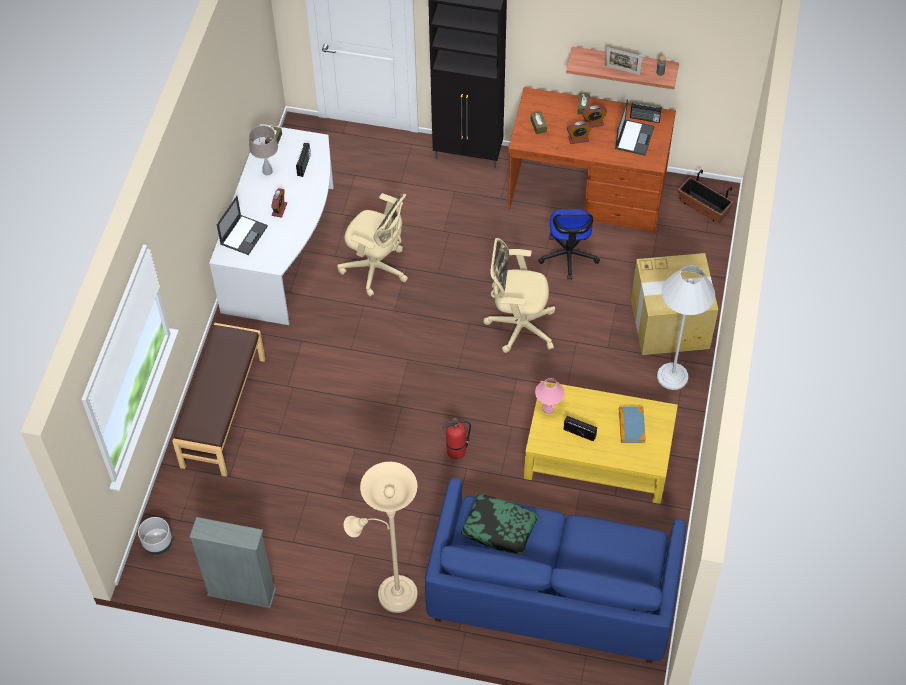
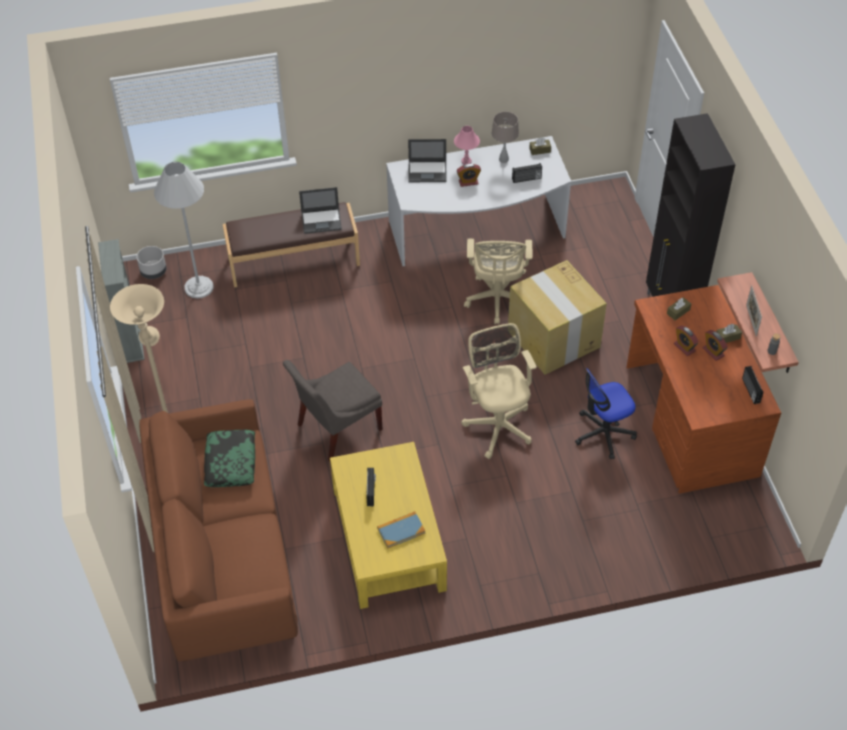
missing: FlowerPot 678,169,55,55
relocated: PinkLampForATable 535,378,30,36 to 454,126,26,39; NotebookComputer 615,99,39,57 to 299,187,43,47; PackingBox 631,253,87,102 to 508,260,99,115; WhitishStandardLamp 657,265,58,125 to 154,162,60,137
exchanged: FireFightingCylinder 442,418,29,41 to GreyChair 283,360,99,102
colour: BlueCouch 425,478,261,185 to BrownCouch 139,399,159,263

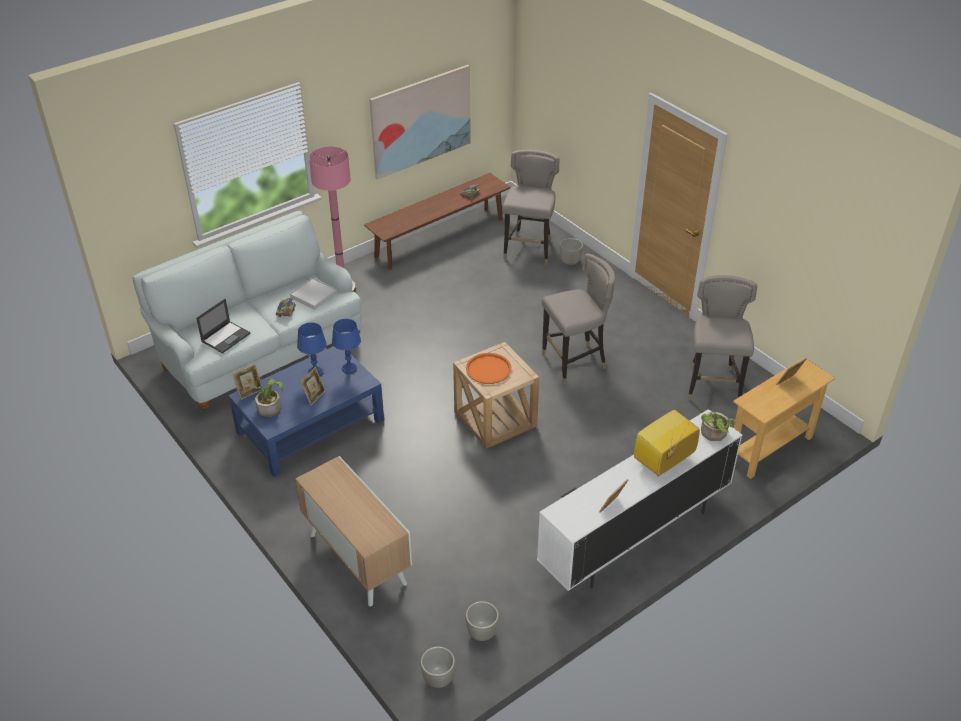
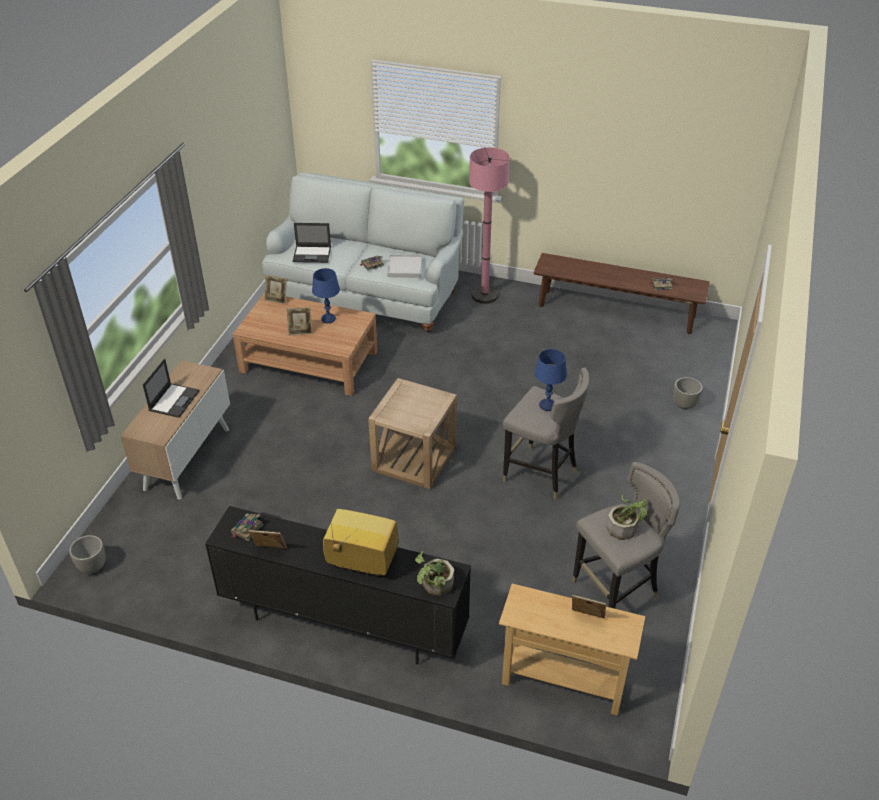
missing: Picture 370,65,101,115; GreyFlowerPot 465,601,34,40; OrangeTray 466,353,45,31; GreyStool 503,150,56,115
appeared: NotebookComputer 143,359,56,59; Book 231,514,33,27
relocated: Houseplant 253,378,30,39 to 607,495,40,45; BlueLampForATable 332,319,29,55 to 534,349,33,62
colour: BlueLowTable 228,346,156,131 to BrownLowTable 233,292,144,104; WhitishTvUnit 537,409,205,182 to BlackTvUnit 205,506,266,159

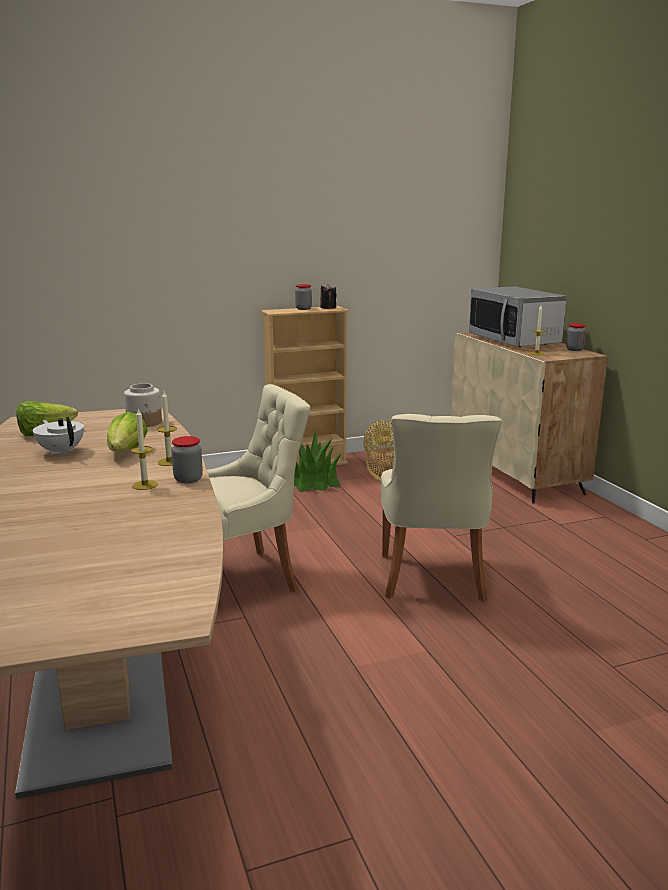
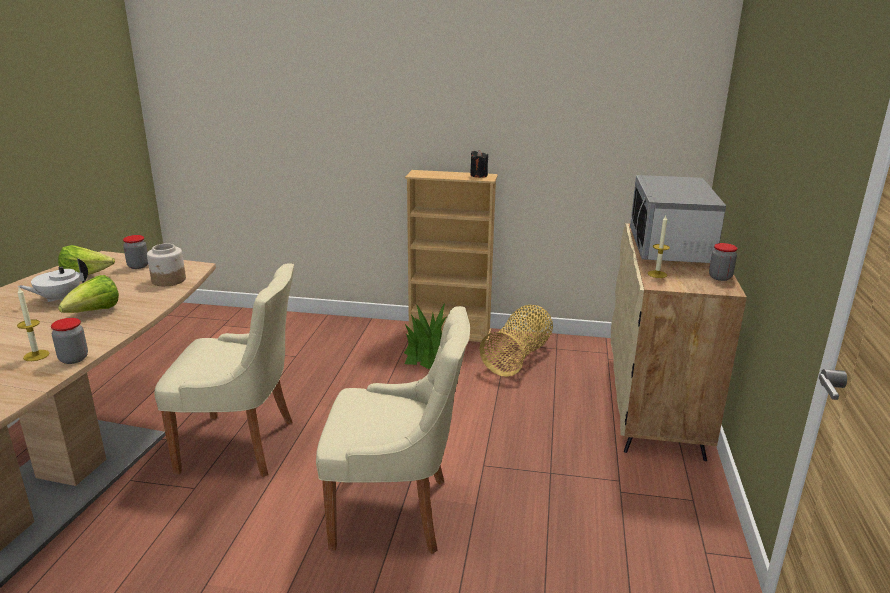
missing: WaxLight 157,392,20,74
relocated: PreserveJar 295,284,17,26 to 123,235,25,34
spun: WhitishPotForTea 33,417,51,38 = 17,258,71,44 120 degrees counterclockwise; SandColouredChair 381,414,121,188 = 316,306,154,248 120 degrees counterclockwise

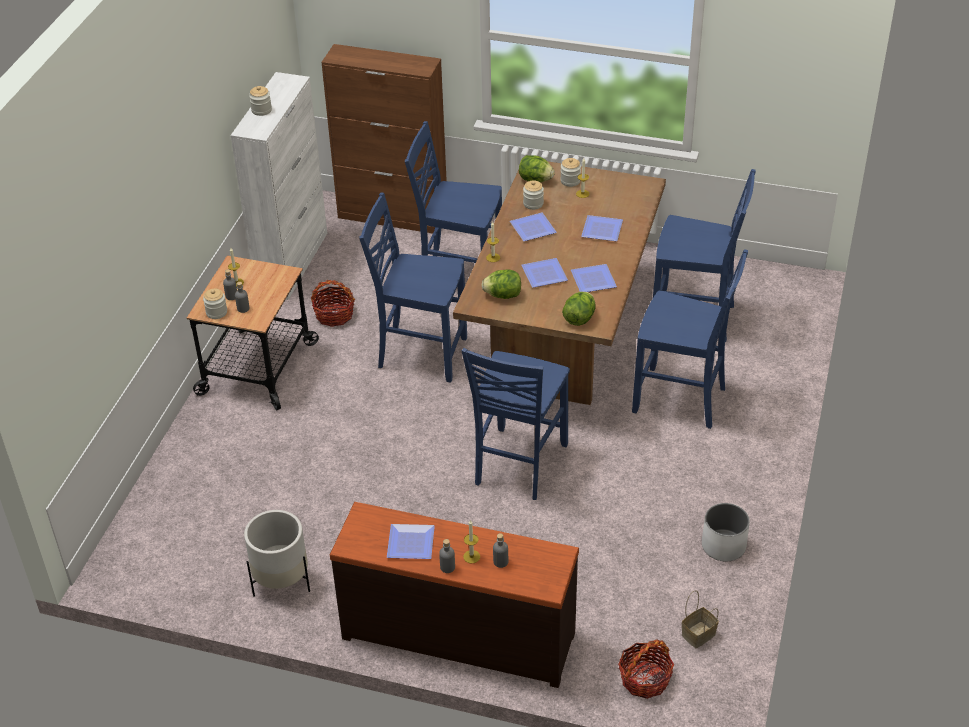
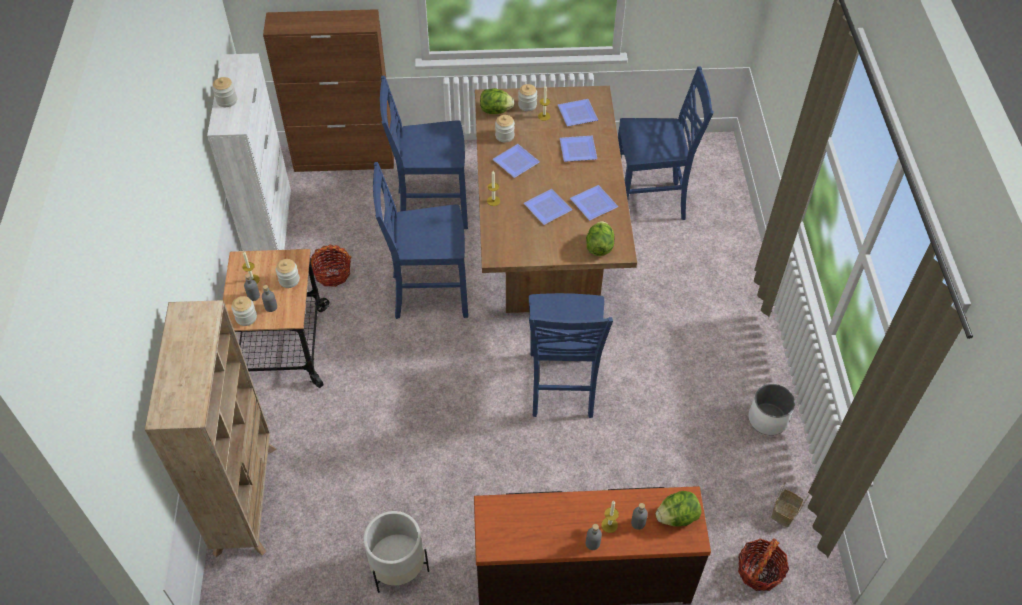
missing: BlueChair 632,249,116,180
appeared: SandColouredBookcase 145,300,131,257; PreserveJar 276,259,24,29
relocated: FlatDish 387,524,48,35 to 558,99,40,27; LettuceHead 481,270,40,29 to 656,491,46,36

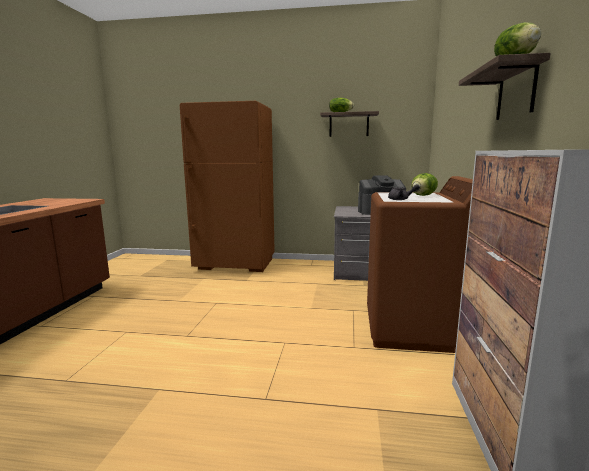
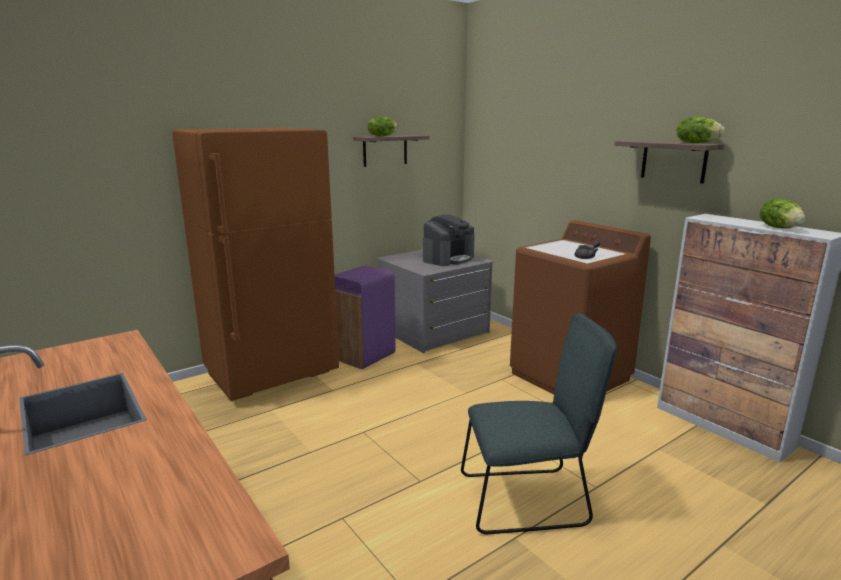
appeared: PurplishWasteBin 335,266,61,103; GreyChair 461,313,156,221
relocated: LettuceHead 411,173,27,23 to 760,199,45,30

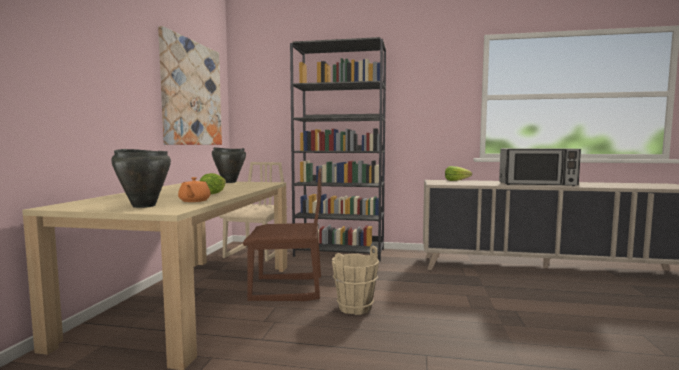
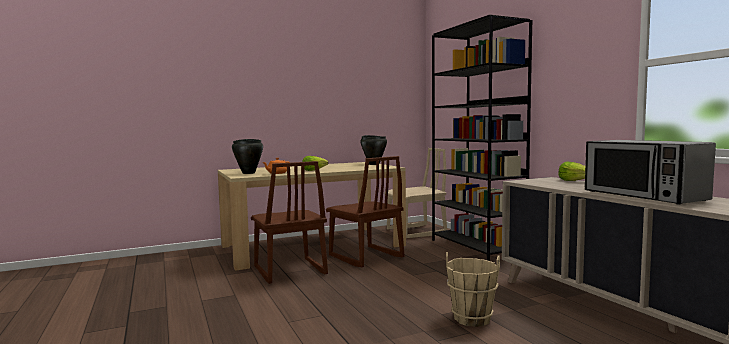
missing: Picture 158,26,64,119
appeared: BrownChair 251,161,77,123
relocated: SandColouredWaterBucket 332,246,47,69 to 446,252,54,75

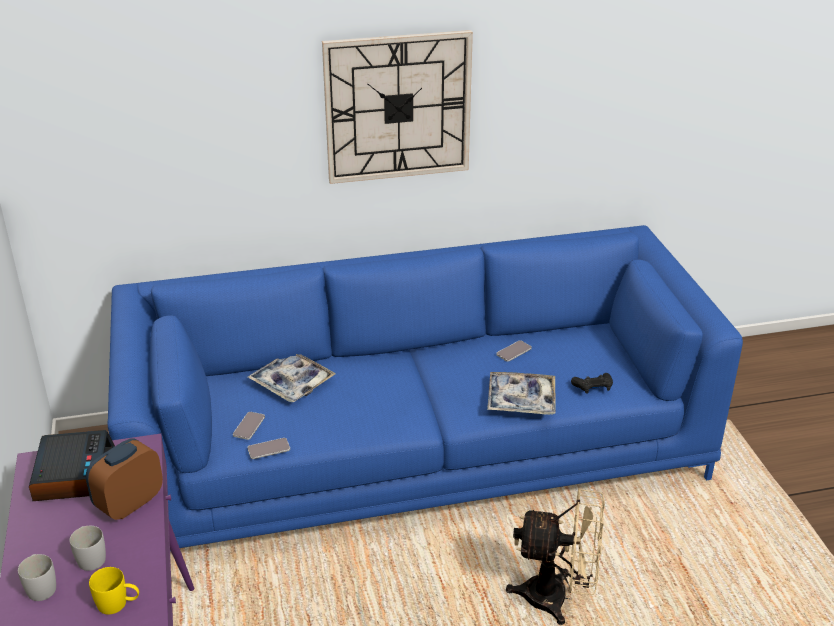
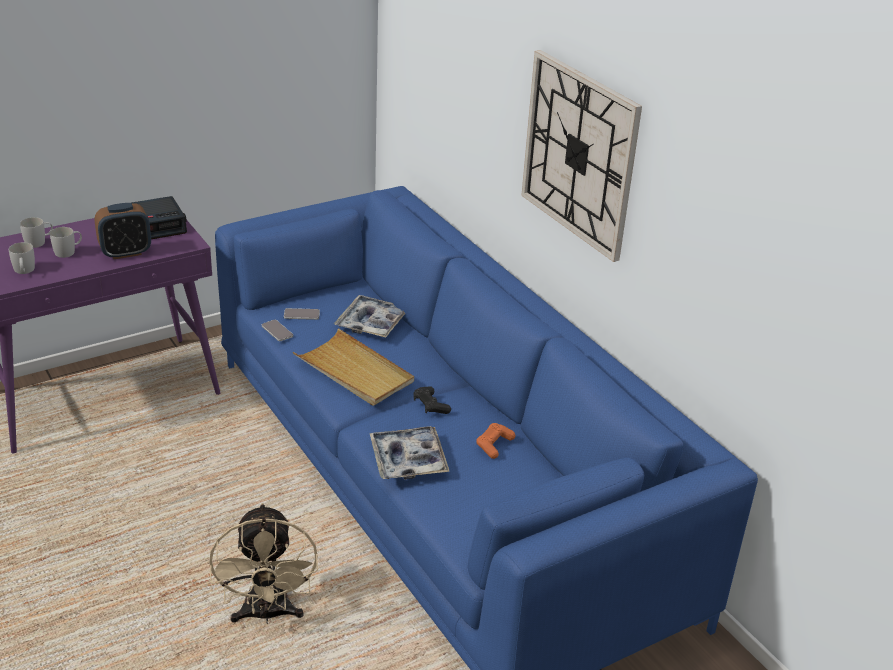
appeared: SandColouredTray 293,328,121,78
relocated: BlackGameController 571,373,42,21 to 413,386,38,28
exchanged: Telephone 496,340,36,22 to OrangeGameController 476,423,39,36
colour: YellowCoffeeMug 89,567,50,47 to WhitishCoffeeMug 9,242,26,32
spun: BedsideClock 86,439,77,81 = 95,203,56,56 135 degrees clockwise

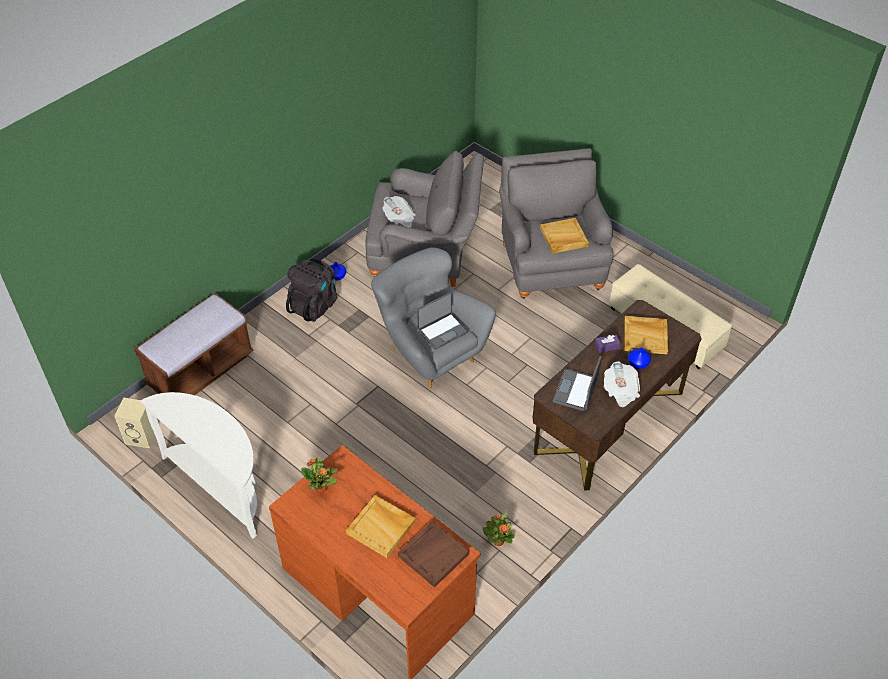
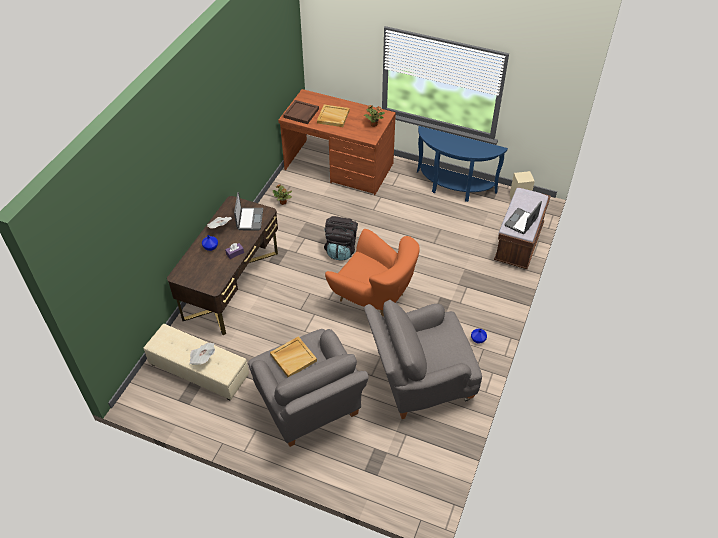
missing: SandColouredTray 624,316,44,38
relocated: BlackRucksack 286,259,51,63 to 324,216,34,45; Newspaper 382,196,34,32 to 189,343,26,22; NotebookComputer 417,292,52,58 to 504,201,38,33
colour: WhitishHallTable 141,392,117,147 to BlueHallTable 417,126,91,76; GreyLoungeChair 371,247,125,141 to OrangeLoungeChair 325,229,95,88

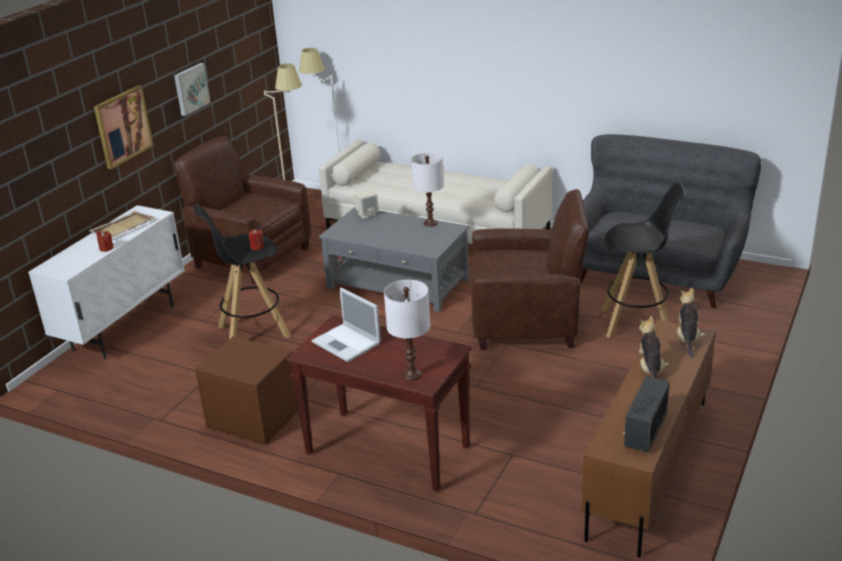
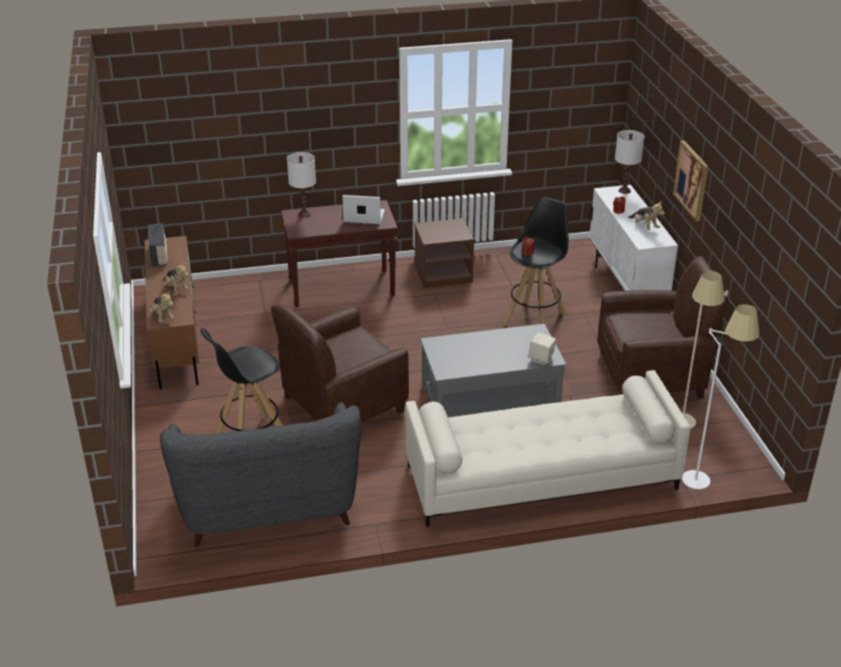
missing: Picture 174,63,36,53
relocated: WhitishLampForATable 411,152,33,75 to 615,130,29,64
exchanged: SandColouredTray 89,211,67,27 to PlushToy 628,202,37,28

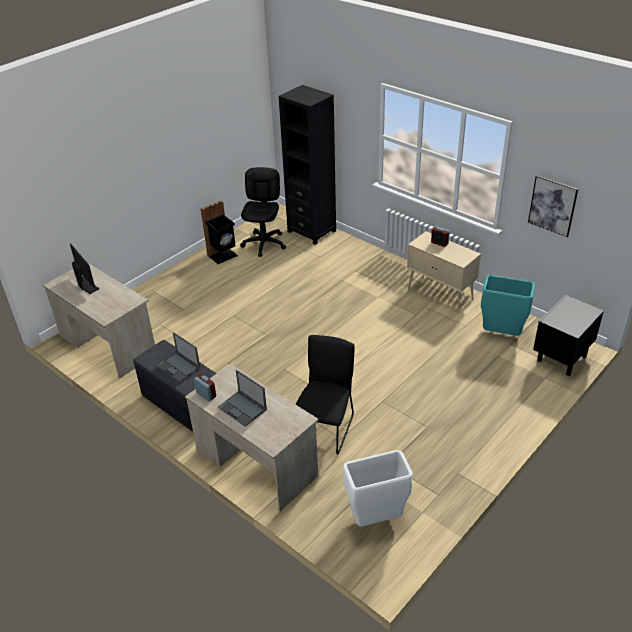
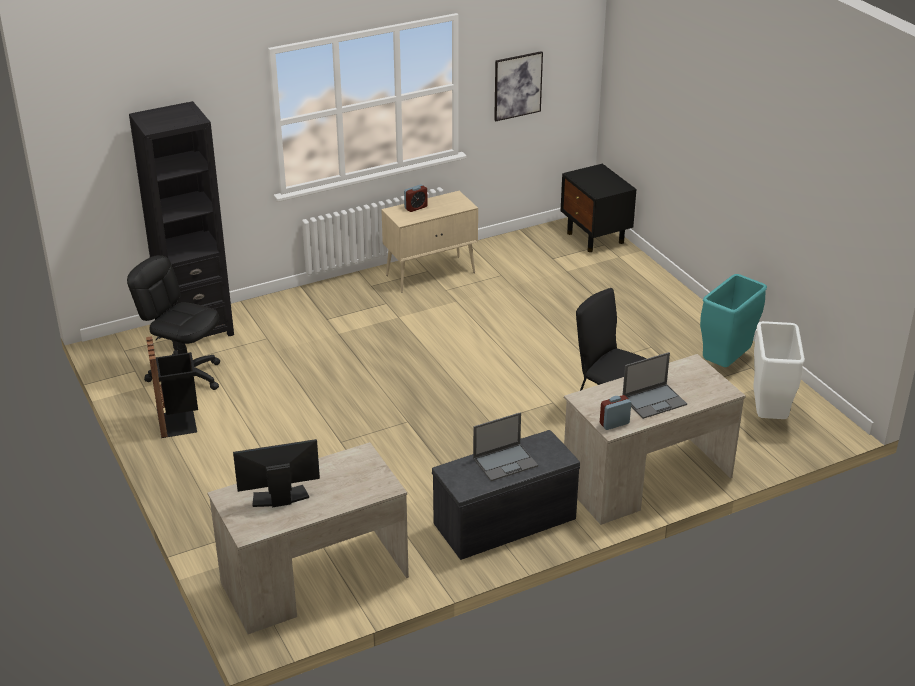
relocated: TurquoiseWasteBin 481,275,54,61 to 700,274,67,93

